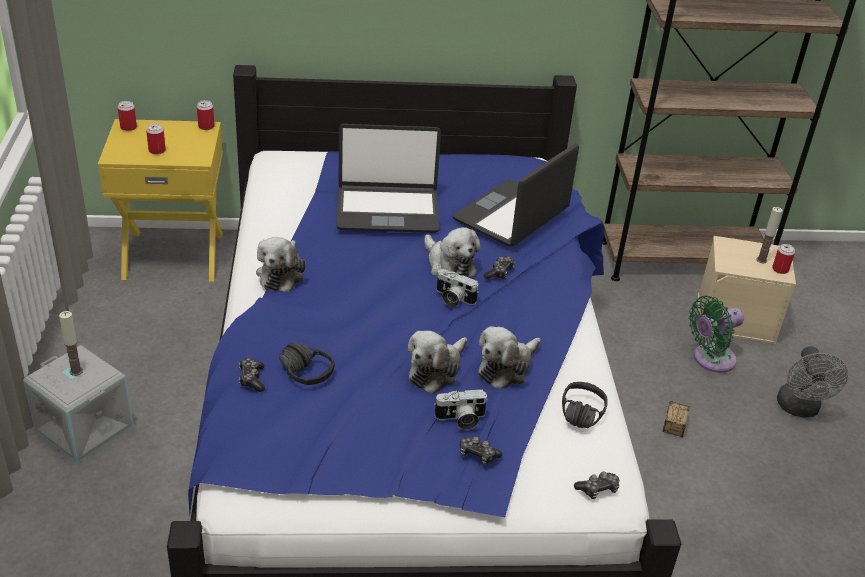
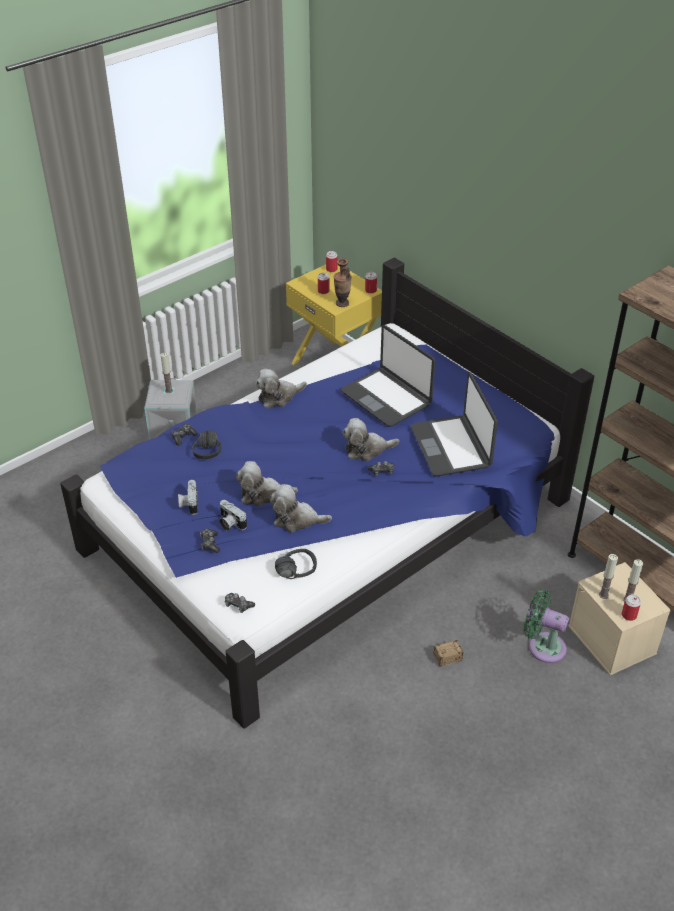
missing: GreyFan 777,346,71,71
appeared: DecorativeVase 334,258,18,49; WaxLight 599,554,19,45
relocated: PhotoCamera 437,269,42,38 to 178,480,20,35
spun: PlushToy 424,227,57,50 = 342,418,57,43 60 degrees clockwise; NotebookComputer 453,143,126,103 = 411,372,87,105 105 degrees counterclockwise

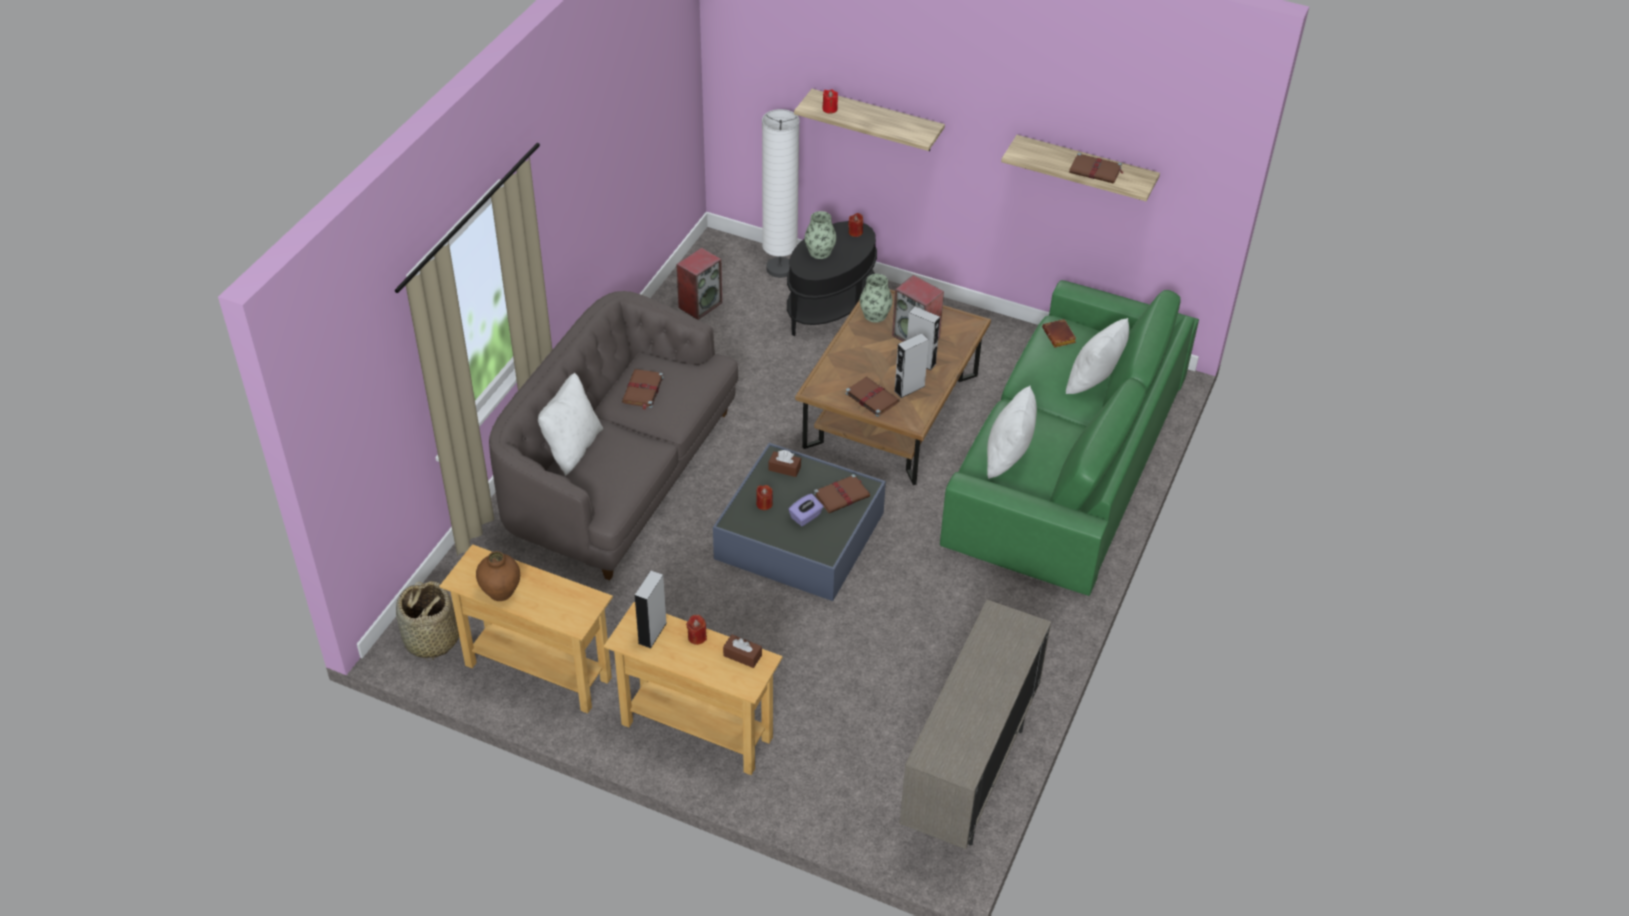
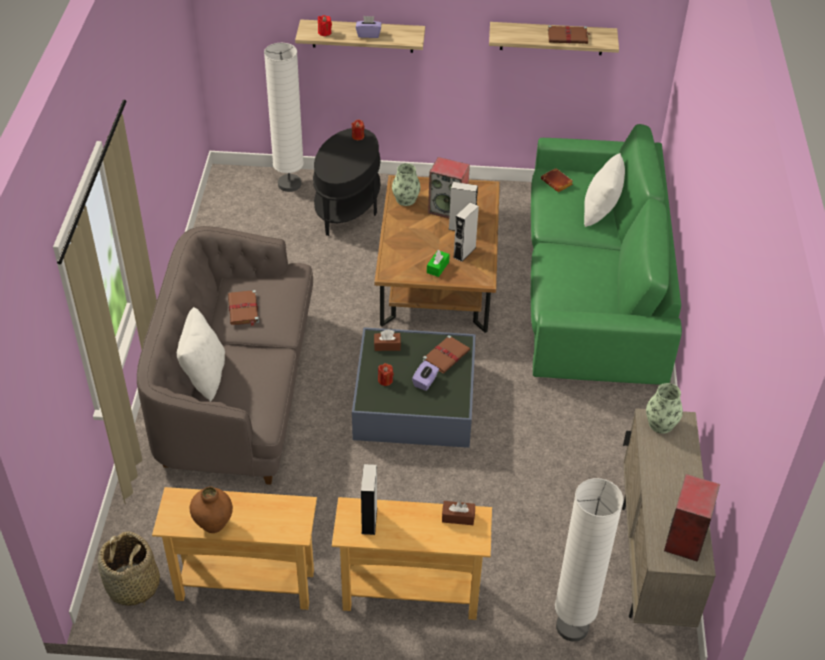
missing: RedWaxLight 686,615,21,30; WhitishThrowPillow 987,385,50,94
appeared: PurplishBoxOfTissues 356,16,25,22; WhitishStandardLamp 555,478,69,164
relocated: Loudspeaker 676,248,46,72 to 664,474,56,88; DecorativeVase 805,211,32,48 to 646,383,37,51
exchanged: BrownBook 846,377,54,40 to GreenBoxOfTissues 427,250,23,27

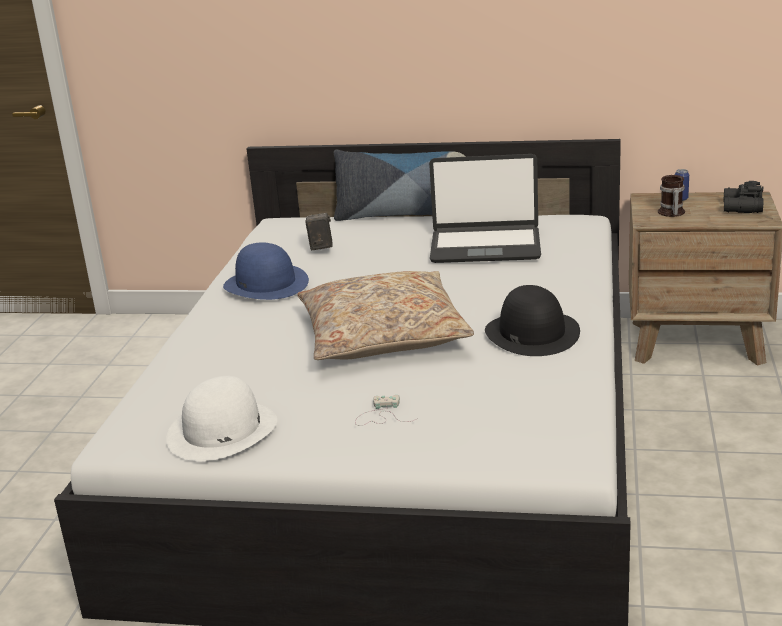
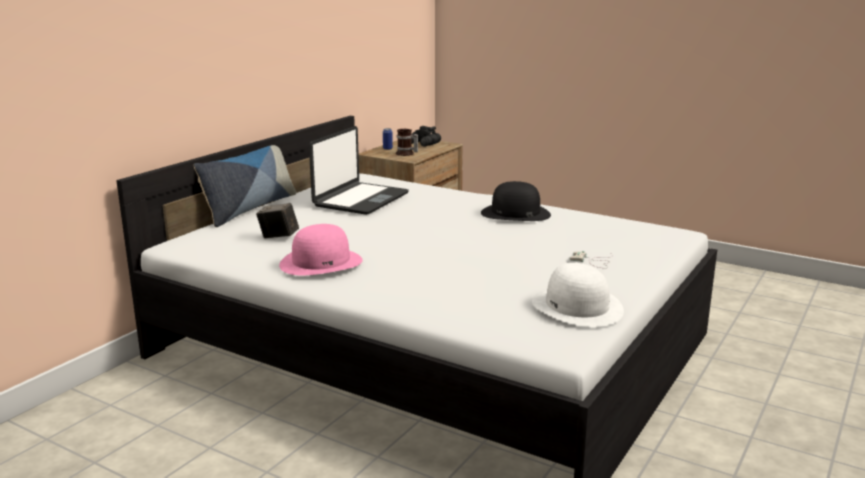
missing: SandColouredThrowPillow 297,271,177,89
colour: BlueHat 223,242,86,58 to PinkHat 279,224,84,51

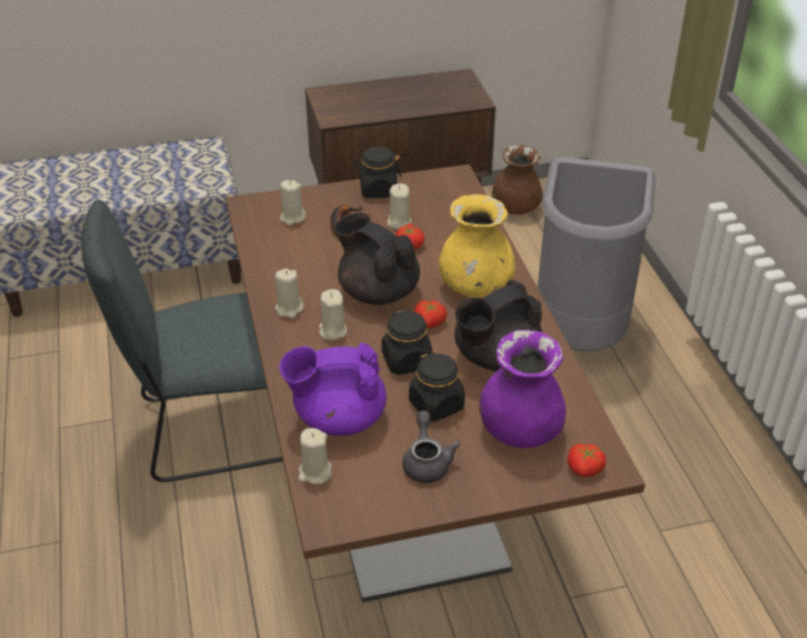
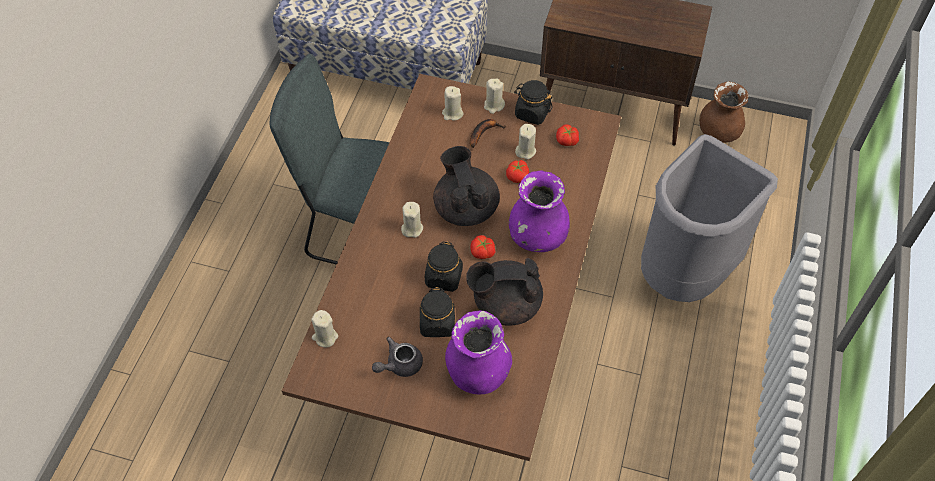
missing: PurplishPotForTea 280,342,107,94
relocated: SandColouredWaxLight 275,268,28,50 to 484,78,21,36; Tomato 567,444,39,33 to 556,124,23,22
colour: YellowDecorativeVase 439,194,76,104 to PurplishDecorativeVase 509,171,61,81
spun: GreyPotForTea 402,411,58,72 = 372,337,51,40 150 degrees counterclockwise

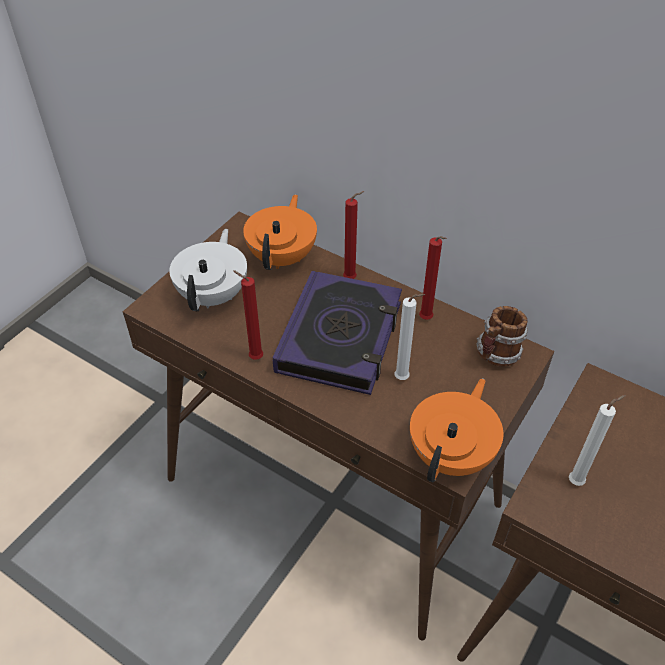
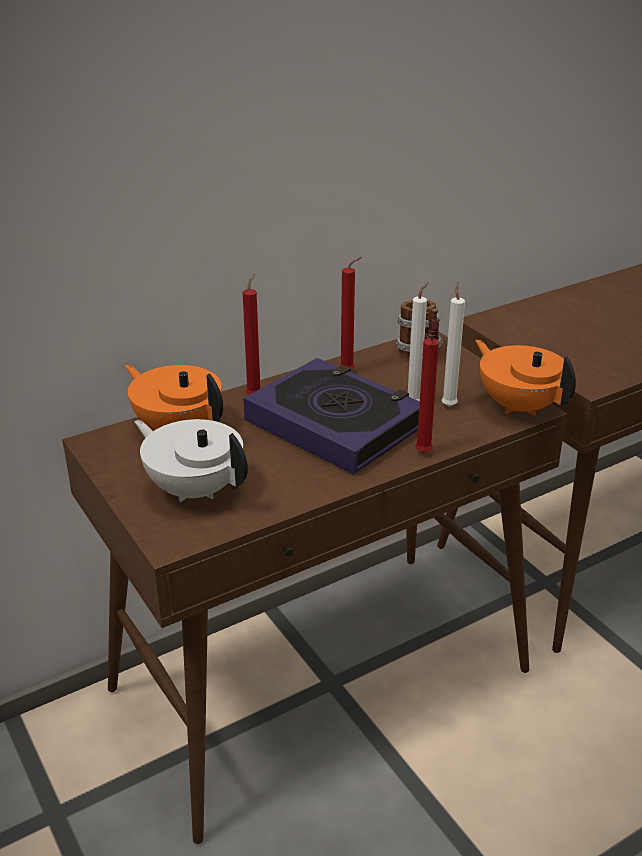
relocated: RedWaxLight 233,270,30,89 to 415,333,24,120; WhitishWaxLight 569,395,57,91 to 441,282,24,125

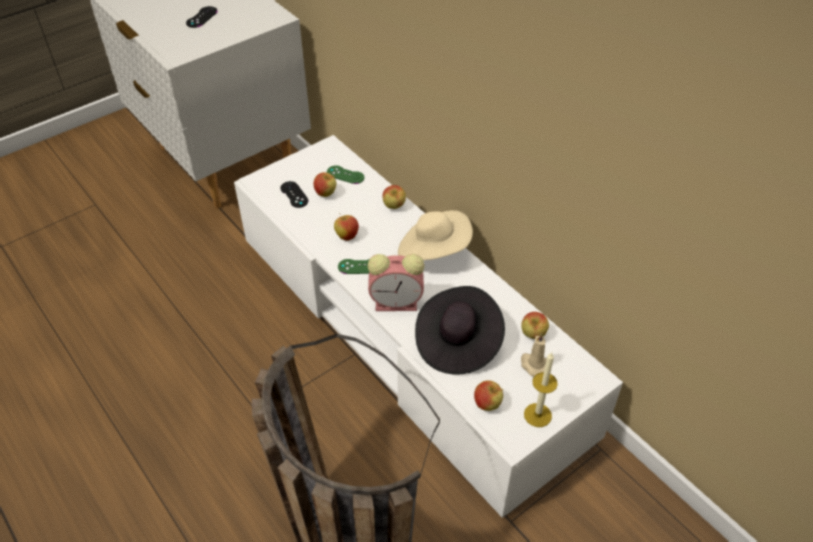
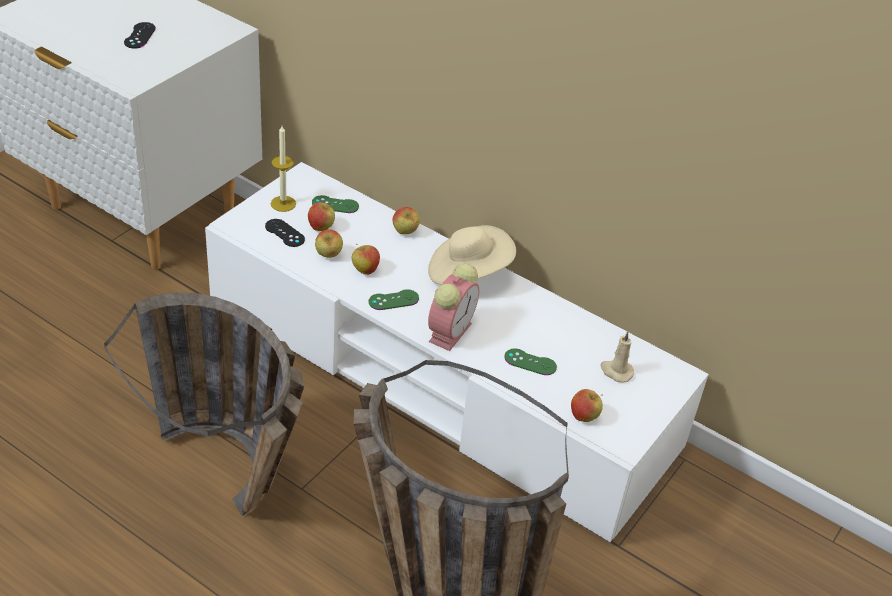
appeared: Basket 104,292,200,224
relocated: WholeApple 521,312,28,27 to 315,230,28,28; WaxLight 524,352,34,75 to 271,126,25,86
exchanged: BlackHat 415,286,90,89 to GreenGameController 504,349,53,26
spun: BedsideClock 368,254,56,57 = 428,263,51,88 45 degrees counterclockwise

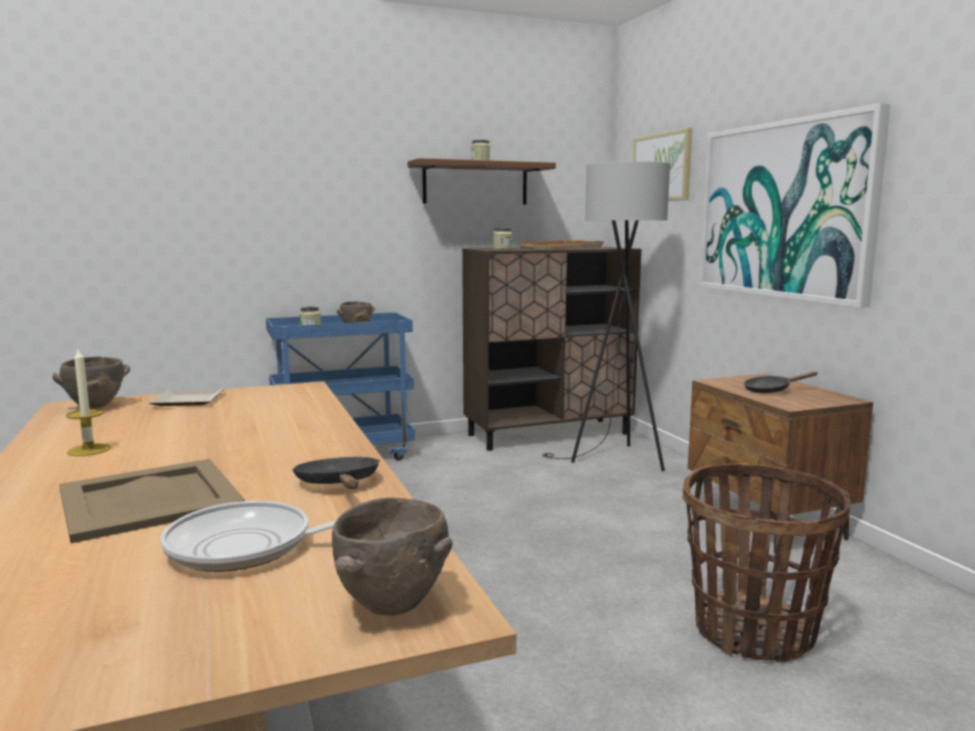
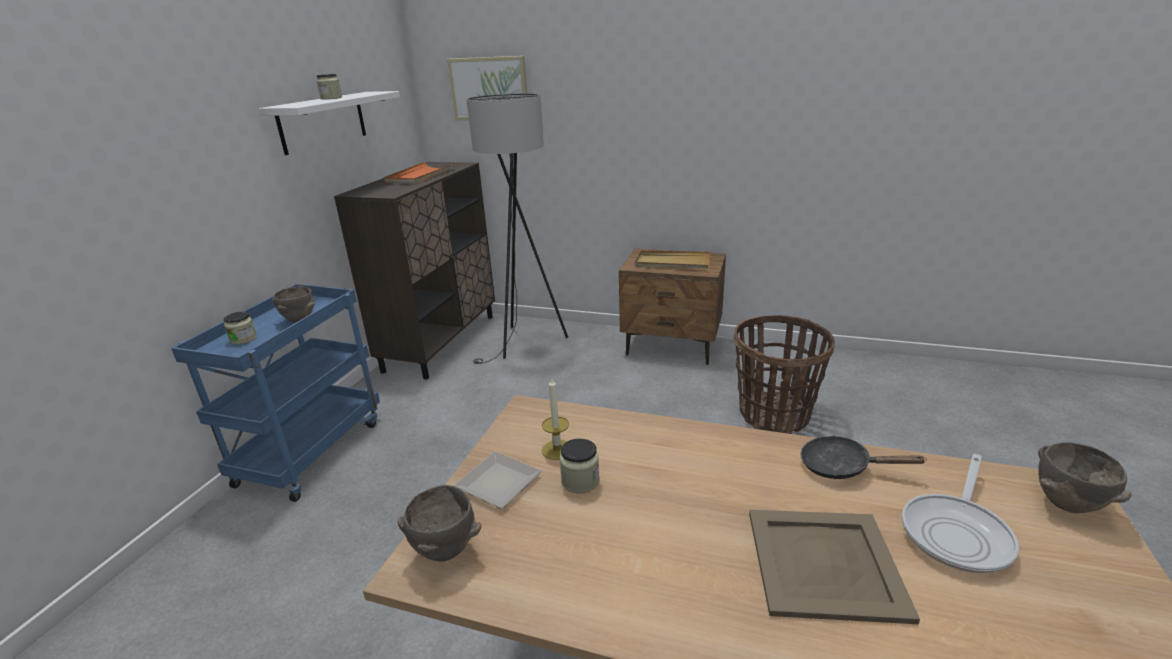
missing: Picture 699,103,191,205
relocated: WaxLight 66,349,45,107 to 542,378,27,82; PreserveJar 493,228,19,22 to 560,439,39,54
exchanged: BlackFryingPan 744,372,74,21 to SandColouredTray 635,250,76,18
colour: BrownBracketShelf 408,158,148,47 to WhitishBracketShelf 259,91,141,64

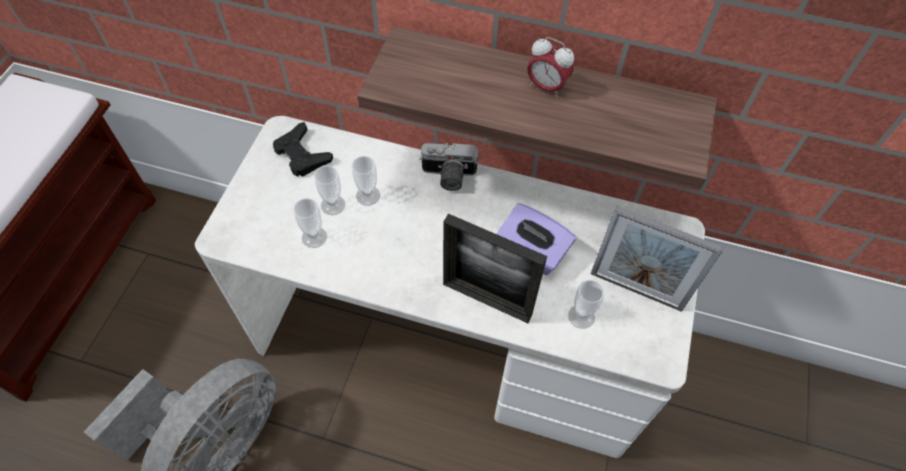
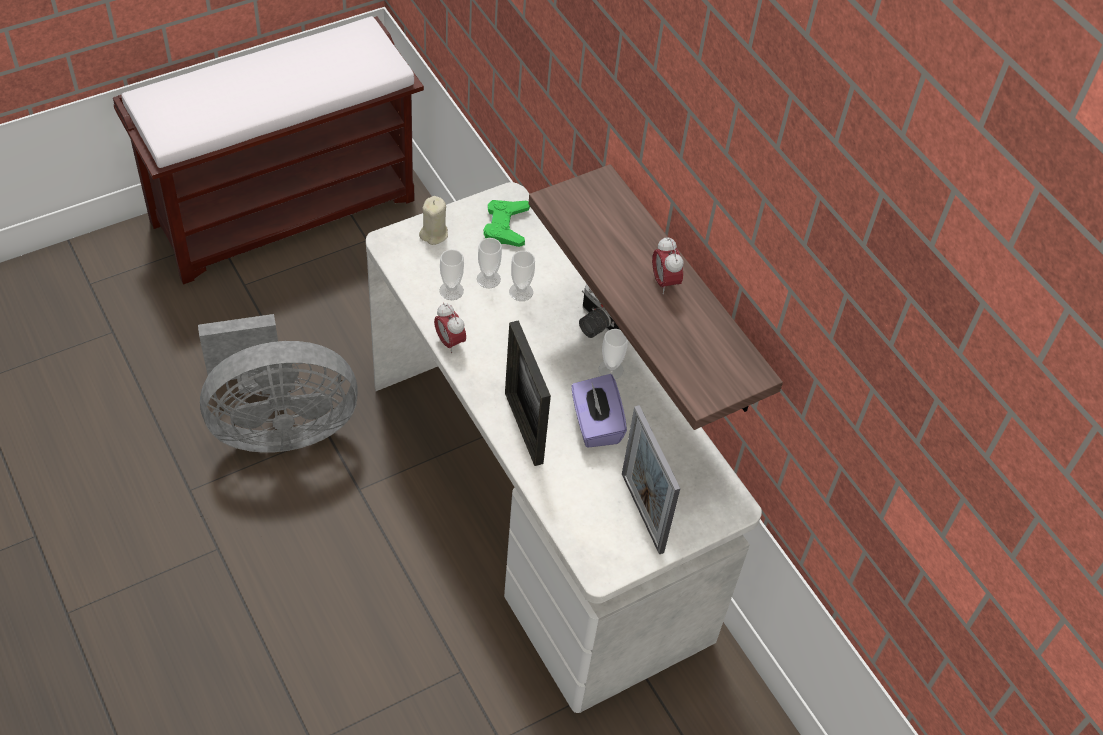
appeared: SandColouredWaxLight 419,196,29,49; BedsideClock 434,303,32,51
relocated: SmallCup 568,280,37,49 to 599,329,29,50
colour: BlackGameController 273,122,60,54 to GreenGameController 483,200,47,47

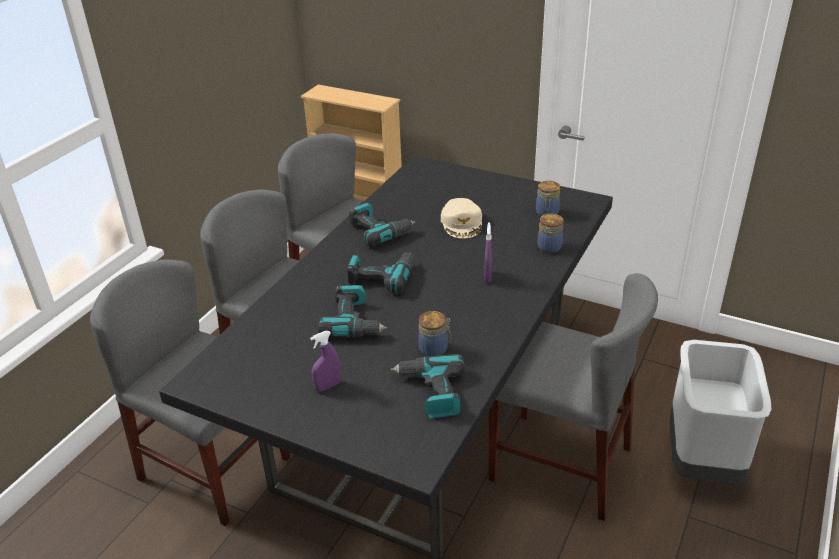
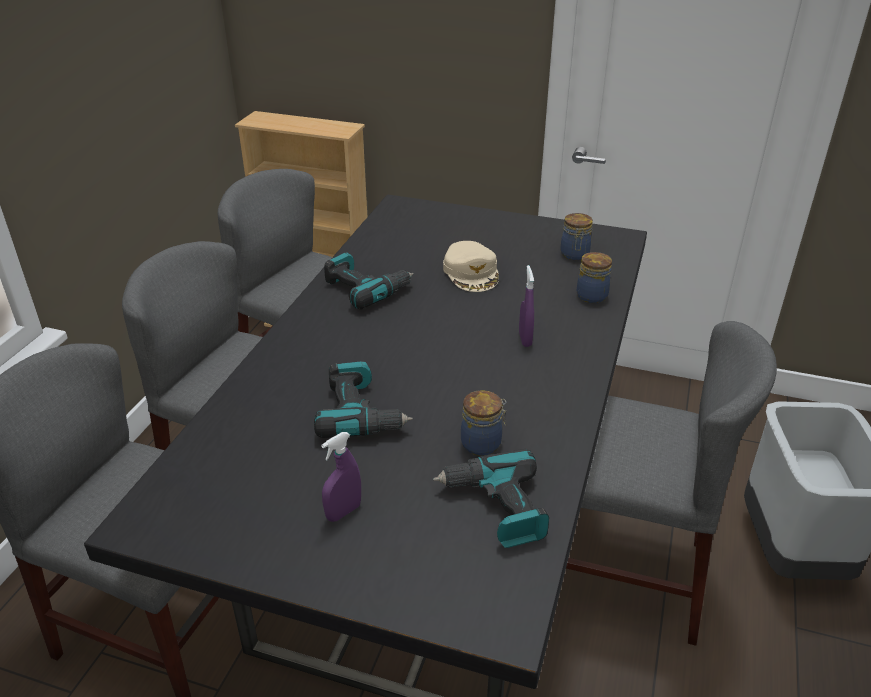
missing: ElectricDrill 347,252,67,42

